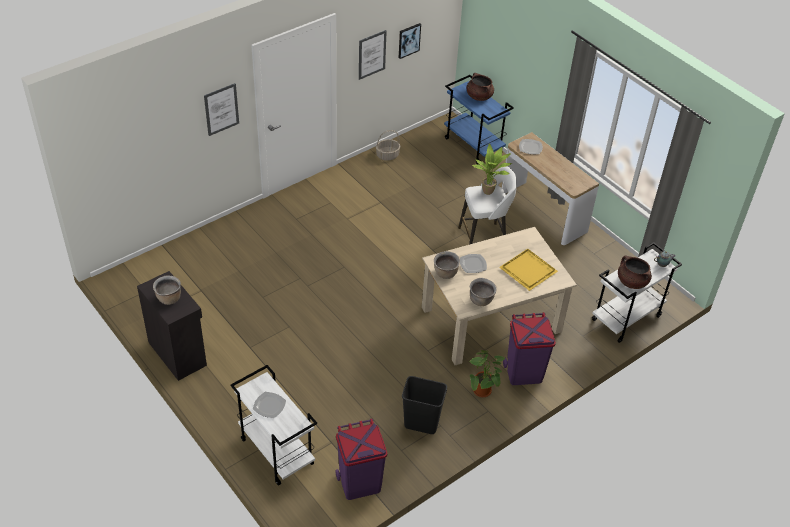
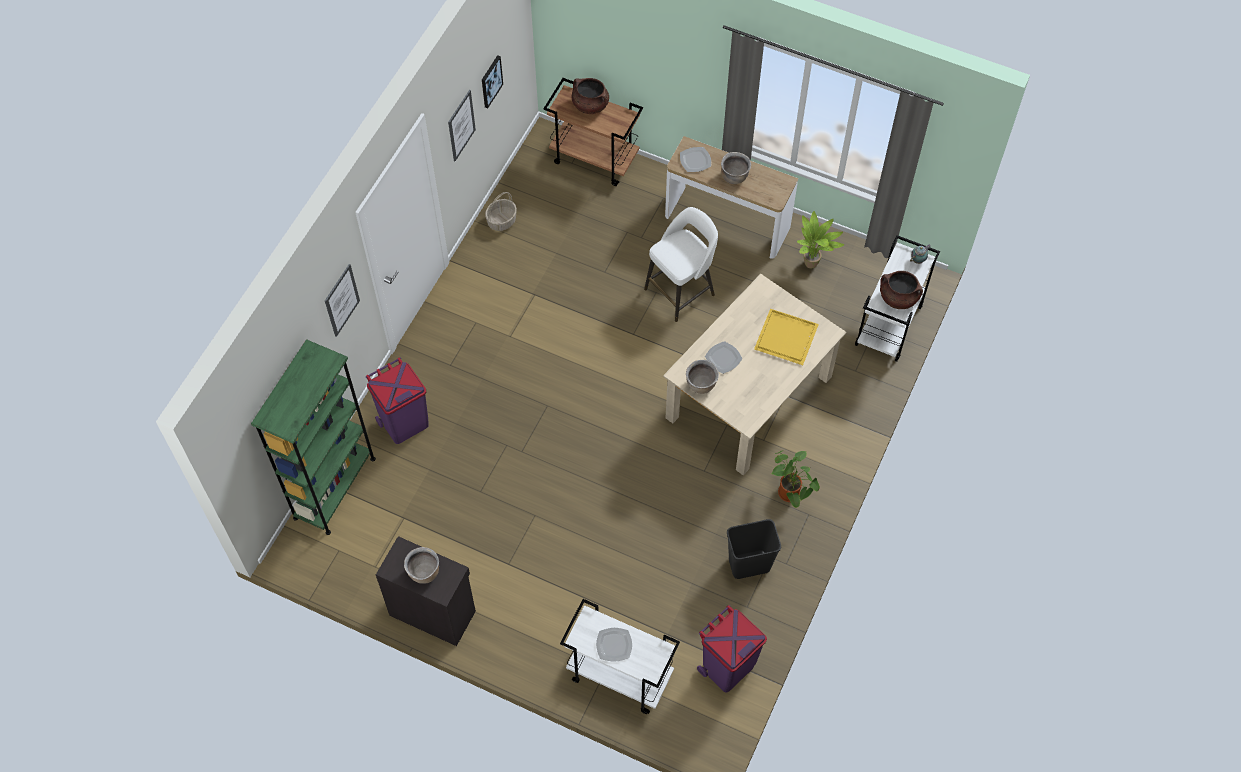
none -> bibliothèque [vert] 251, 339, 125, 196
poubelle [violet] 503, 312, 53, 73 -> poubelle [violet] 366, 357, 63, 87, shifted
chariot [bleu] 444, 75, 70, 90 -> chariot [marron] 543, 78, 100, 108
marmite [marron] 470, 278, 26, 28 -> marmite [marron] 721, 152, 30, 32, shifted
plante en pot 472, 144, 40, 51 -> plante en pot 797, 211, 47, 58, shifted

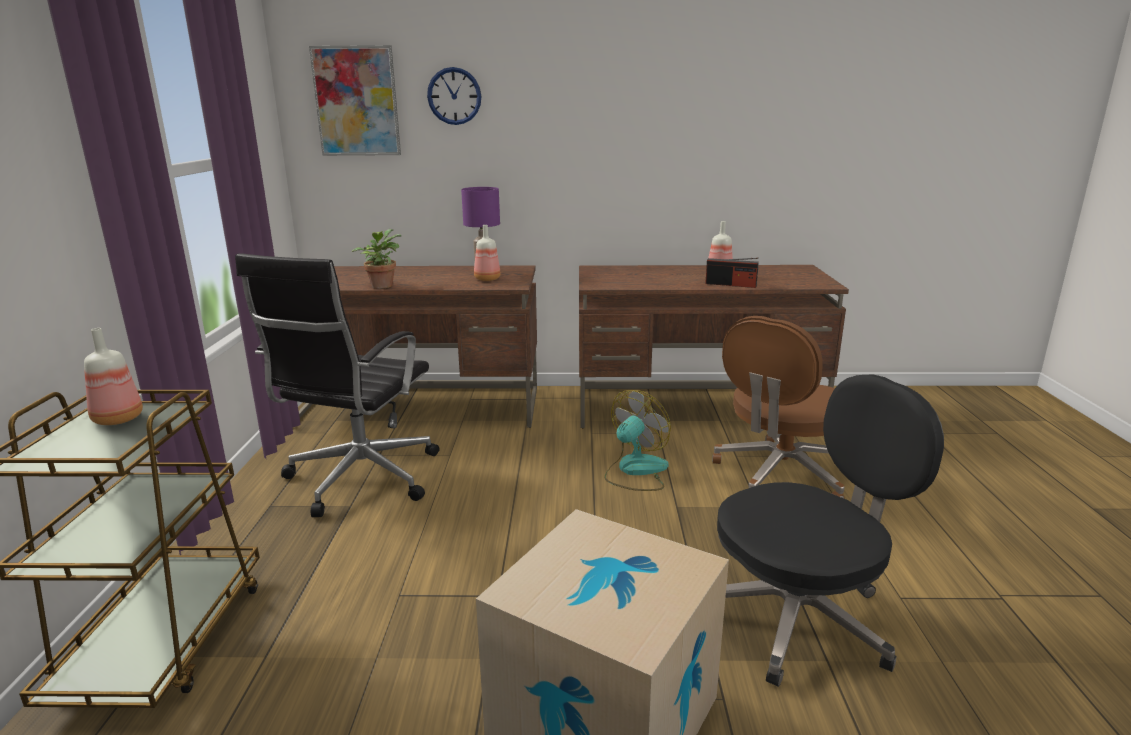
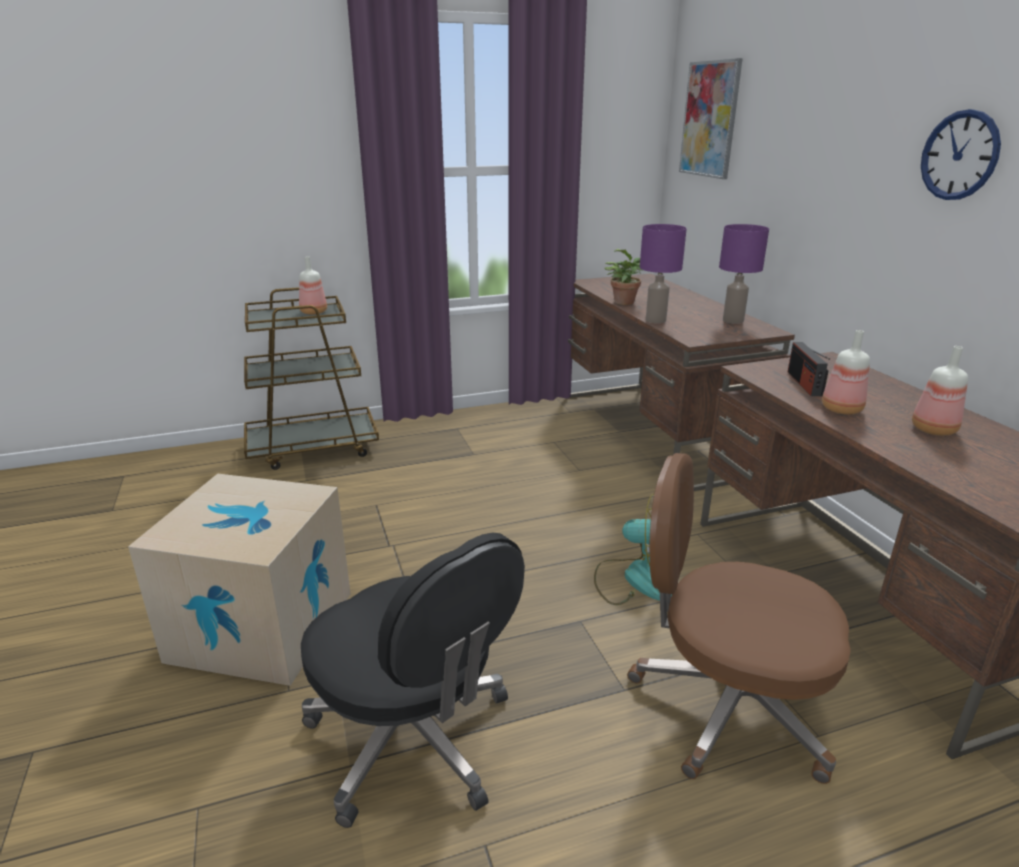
none -> lampe de table [violet] 640, 224, 47, 99
radio 705, 258, 54, 30 -> radio 788, 342, 42, 54, shifted
bouteille 474, 225, 27, 56 -> bouteille 822, 330, 48, 85, shifted
horloge murale 427, 67, 55, 58 -> horloge murale 921, 109, 80, 91, shifted
chaise de bureau [noir] 235, 253, 205, 264 -> none

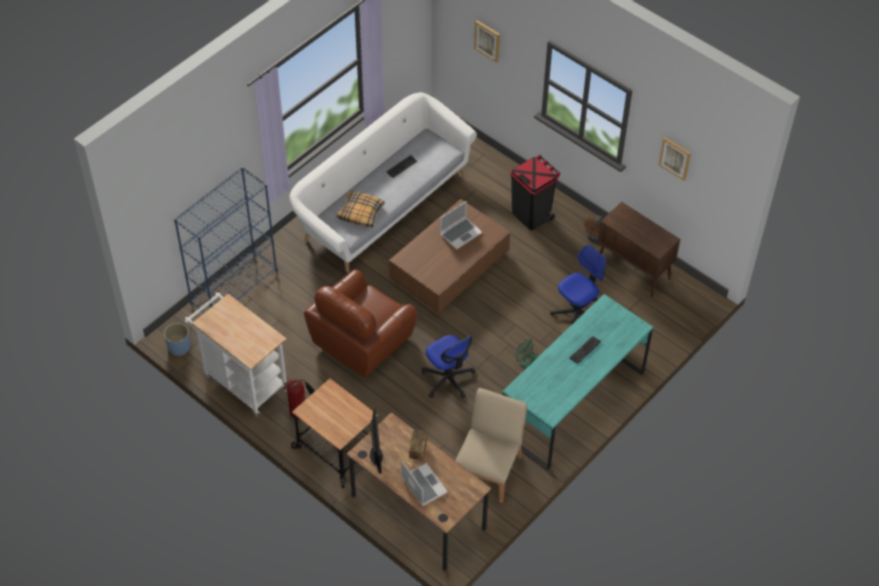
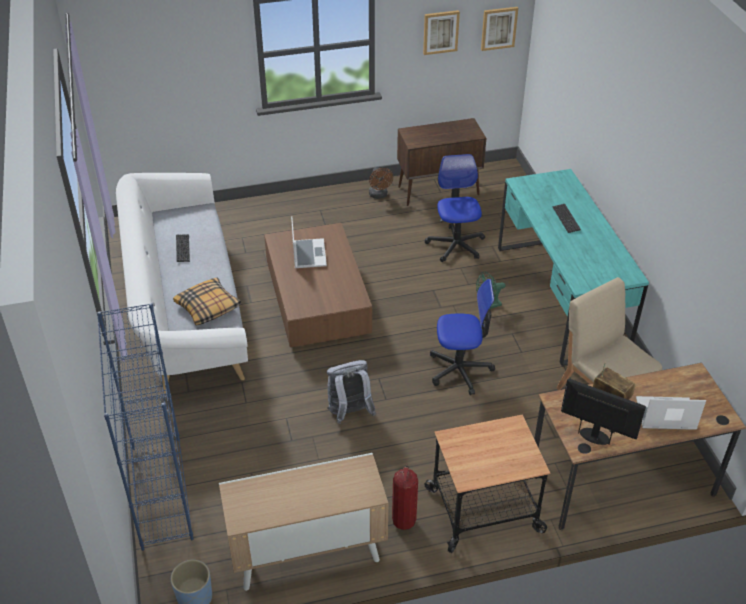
chariot [blanc] 185, 292, 102, 124 -> meuble de rangement 219, 453, 169, 138
fauteuil [marron] 304, 269, 113, 108 -> sac à dos [gris] 327, 360, 49, 64
tableau 474, 20, 26, 42 -> tableau 481, 7, 37, 44, shifted
poubelle [noir] 510, 155, 50, 75 -> none

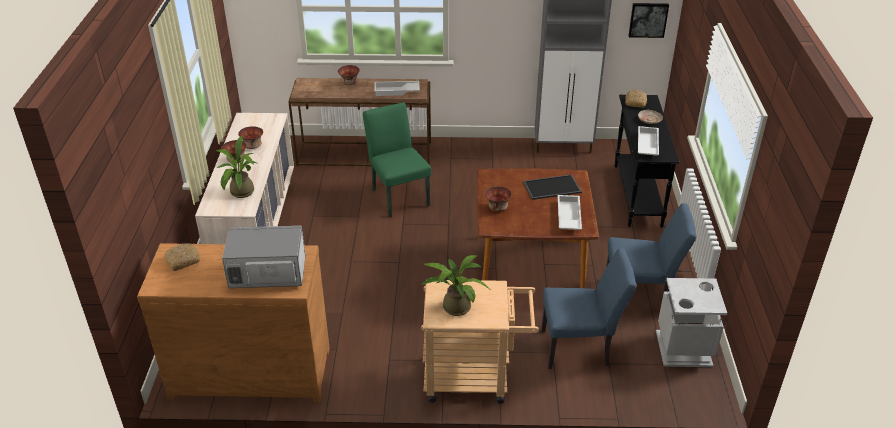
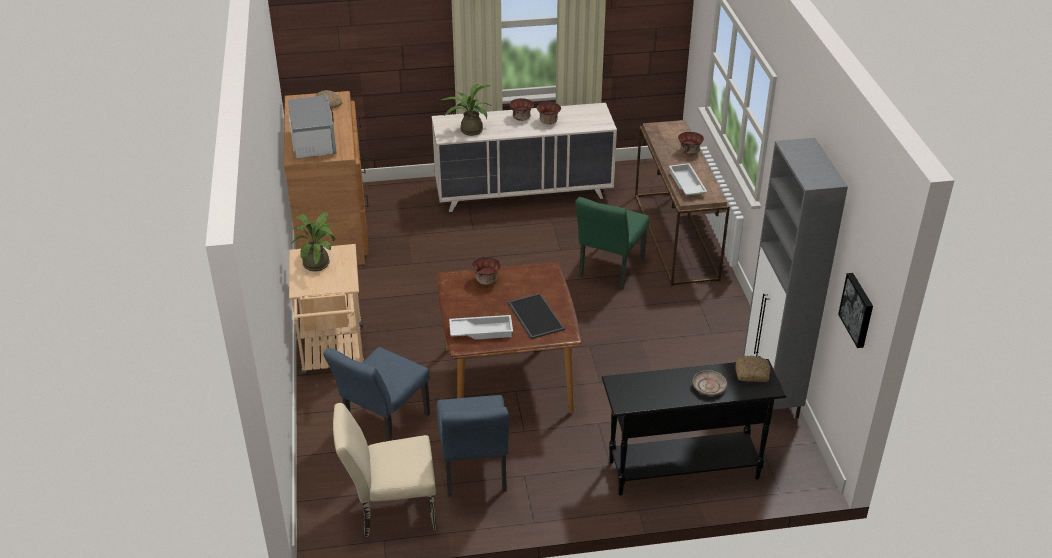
chaise [bleu] 541, 248, 96, 121 -> chaise [bleu] 323, 347, 107, 94, 45 degrees clockwise
poubelle [gris] 656, 278, 71, 89 -> chaise [beige] 333, 403, 104, 134
chaise [vert] 363, 102, 68, 115 -> chaise [vert] 575, 197, 74, 92, 150 degrees clockwise
plateau [blanc] 638, 126, 21, 30 -> none

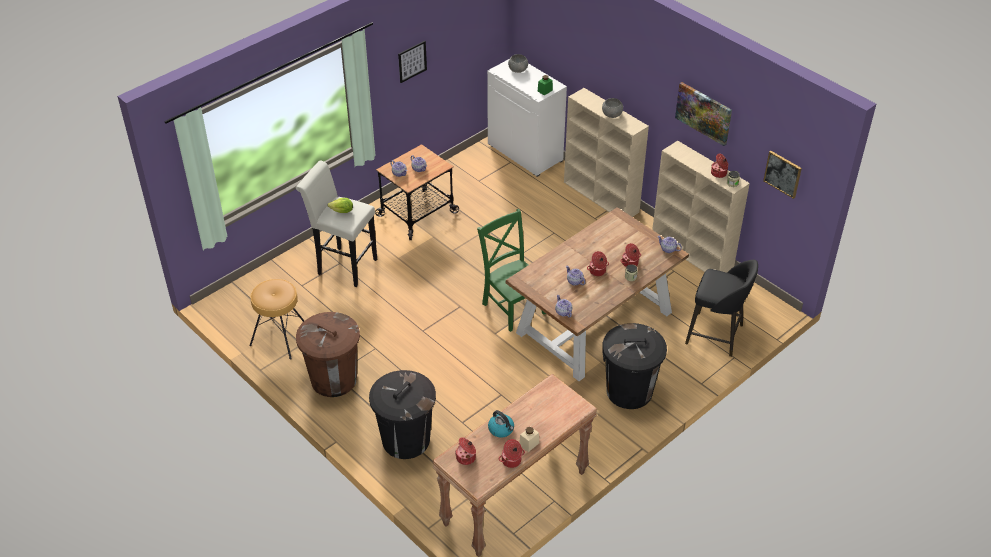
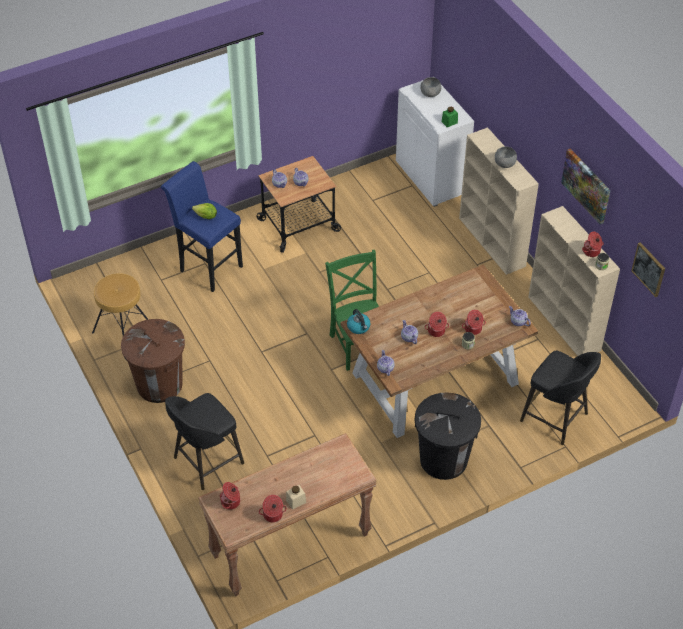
tabouret [blanc] 296, 161, 81, 126 -> tabouret [bleu] 161, 161, 82, 131
poubelle [noir] 369, 370, 67, 89 -> tabouret [noir] 165, 393, 79, 97
bouilloire 488, 410, 26, 28 -> bouilloire 347, 309, 23, 25, shifted
tableau 398, 41, 29, 42 -> none

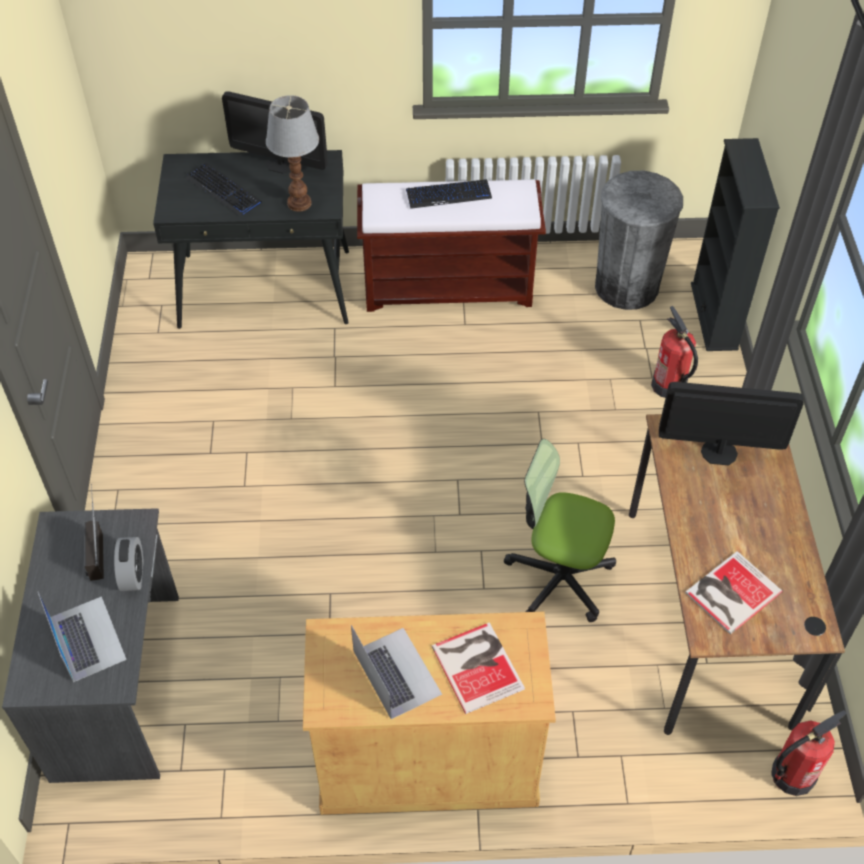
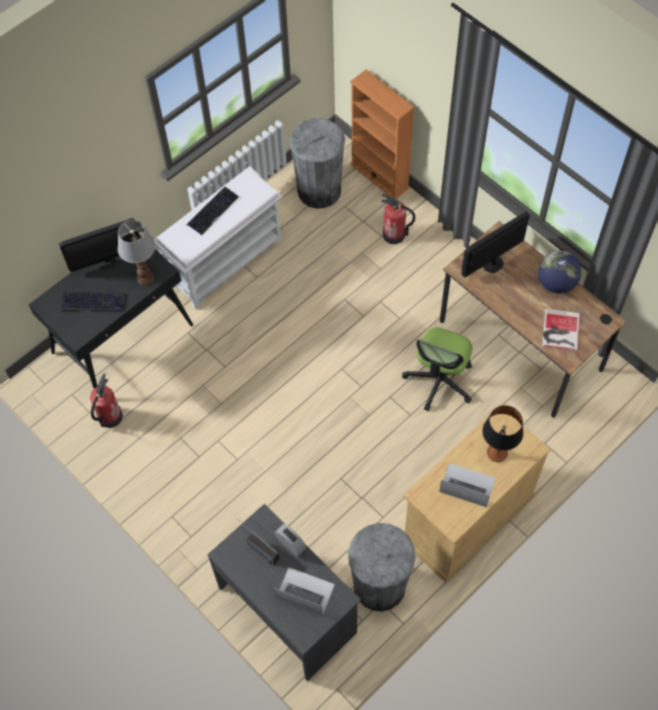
extincteur 771, 710, 76, 86 -> extincteur 90, 373, 33, 55, shifted
banc [marron] 357, 179, 189, 133 -> banc [blanc] 154, 166, 129, 144
none -> poubelle [gris] 348, 523, 68, 88
bibliothèque [noir] 691, 138, 89, 213 -> bibliothèque [orange] 350, 70, 65, 129
chaise de bureau 504, 439, 112, 183 -> chaise de bureau 402, 328, 70, 83, 45 degrees counterclockwise
livre 431, 622, 94, 92 -> lampe de table 483, 405, 40, 57
none -> globe 538, 251, 43, 42

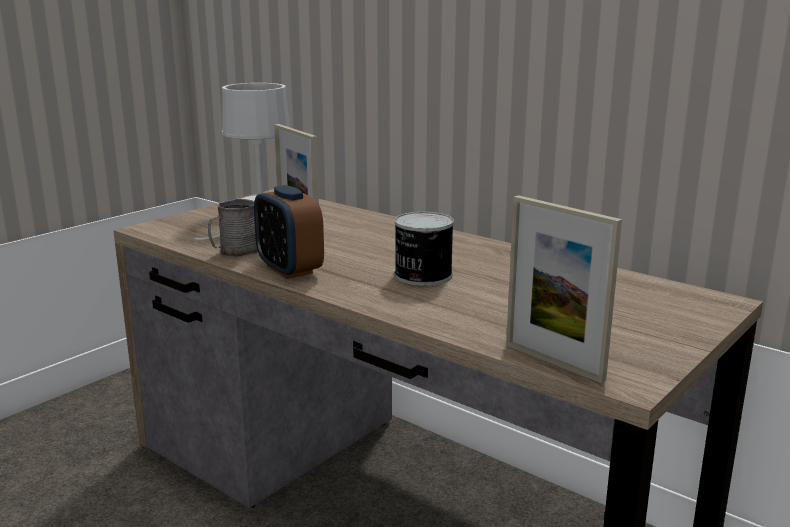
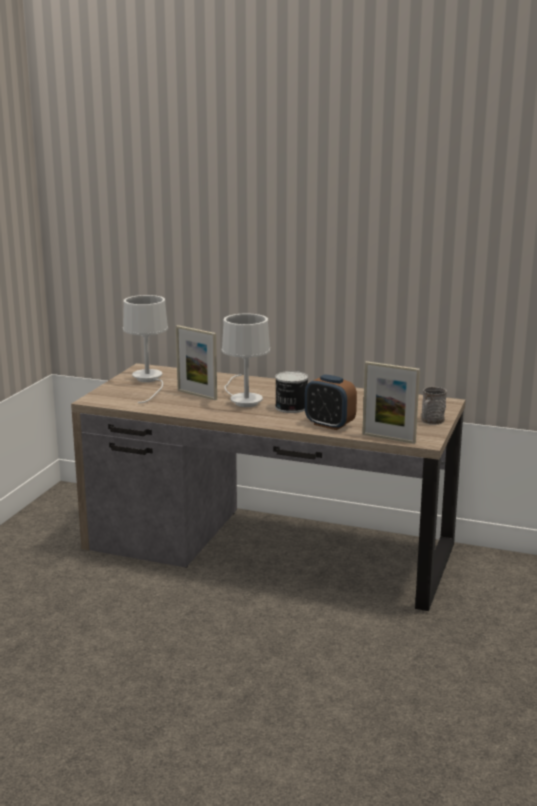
none -> lampe de table [blanc] 222, 313, 48, 94
réveil 254, 185, 70, 94 -> réveil 305, 374, 52, 56, shifted
mug [gris] 208, 199, 50, 59 -> mug [gris] 421, 387, 26, 38, shifted

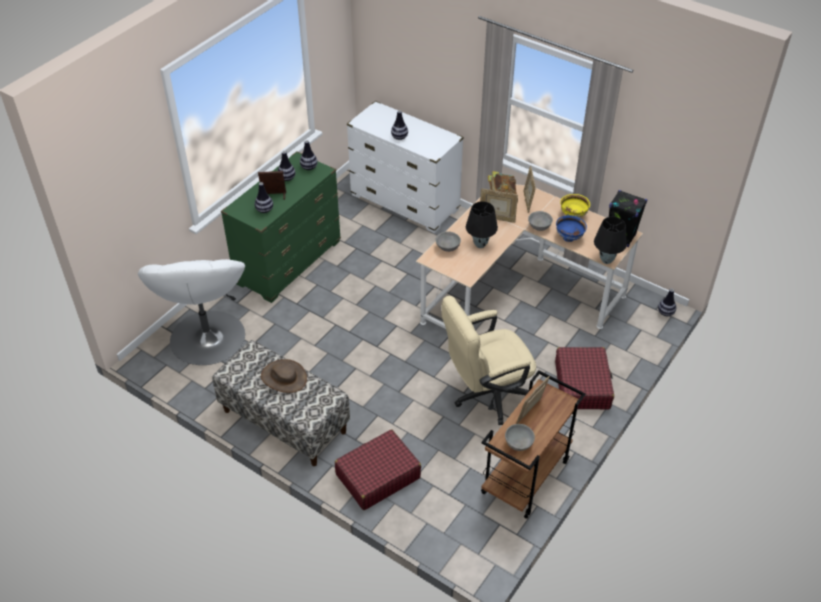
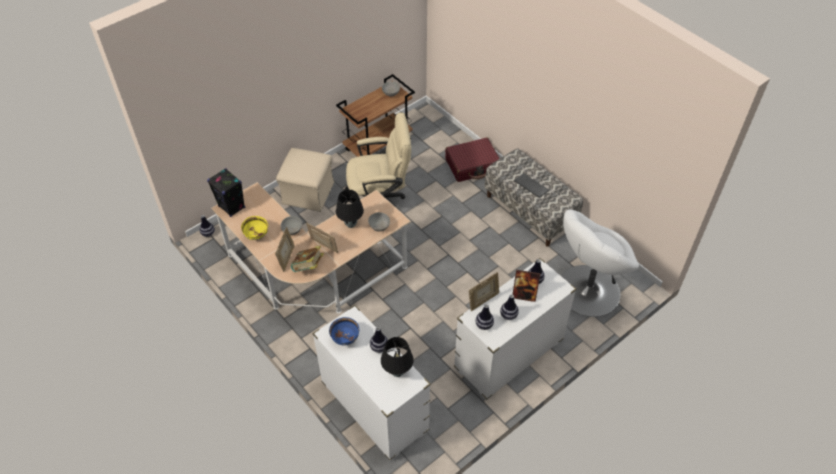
valise [rouge] 555, 347, 59, 63 -> pouf [beige] 276, 148, 58, 64
bol [bleu] 556, 215, 31, 27 -> bol [bleu] 329, 317, 30, 28, shifted
lampe de table [noir] 594, 217, 33, 47 -> lampe de table [noir] 381, 337, 32, 40, shifted
commode [vert] 221, 151, 120, 152 -> commode [blanc] 454, 258, 122, 142
cadre photo 516, 376, 34, 48 -> cadre photo 469, 272, 30, 39, shifted
chapeau [marron] 261, 359, 46, 34 -> clavier 514, 173, 35, 25
fauteuil [blanc] 138, 259, 107, 106 -> fauteuil [blanc] 561, 209, 78, 108, 135 degrees counterclockwise

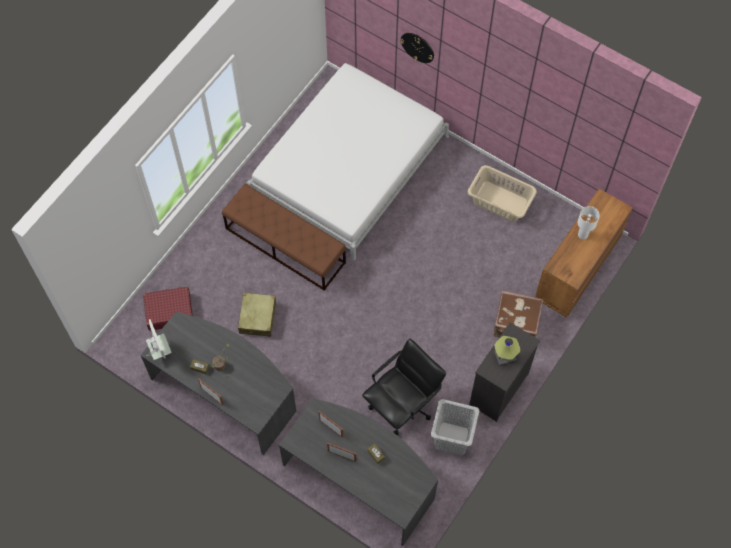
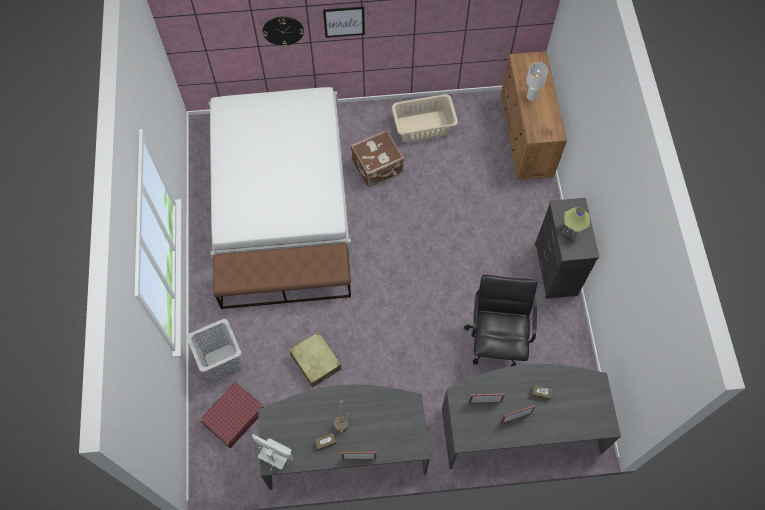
panier à linge [gris] 431, 399, 48, 56 -> panier à linge [gris] 187, 319, 55, 62, shifted
none -> tableau 323, 6, 42, 32
valise [marron] 493, 291, 50, 46 -> valise [marron] 351, 130, 53, 57, shifted

